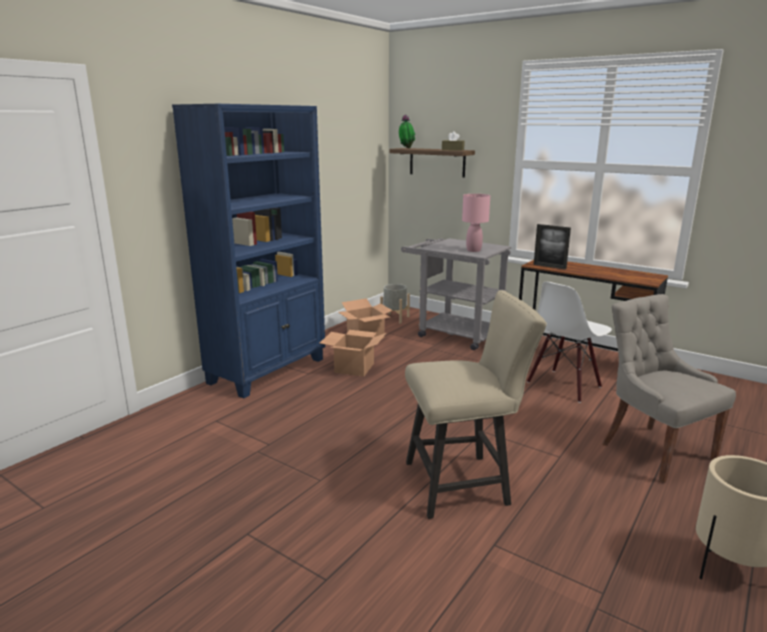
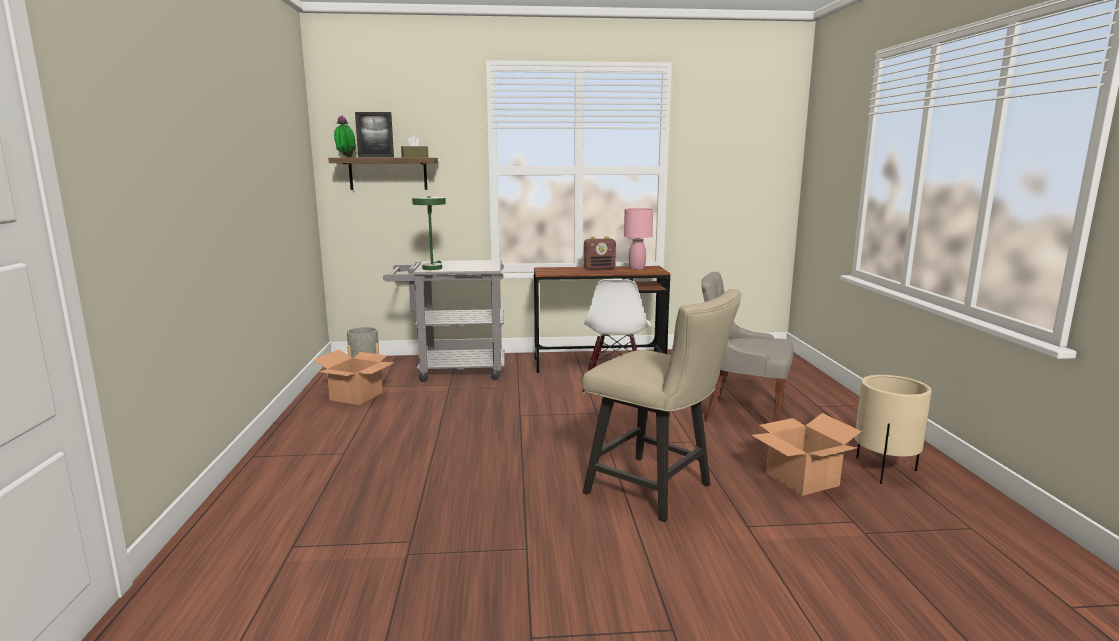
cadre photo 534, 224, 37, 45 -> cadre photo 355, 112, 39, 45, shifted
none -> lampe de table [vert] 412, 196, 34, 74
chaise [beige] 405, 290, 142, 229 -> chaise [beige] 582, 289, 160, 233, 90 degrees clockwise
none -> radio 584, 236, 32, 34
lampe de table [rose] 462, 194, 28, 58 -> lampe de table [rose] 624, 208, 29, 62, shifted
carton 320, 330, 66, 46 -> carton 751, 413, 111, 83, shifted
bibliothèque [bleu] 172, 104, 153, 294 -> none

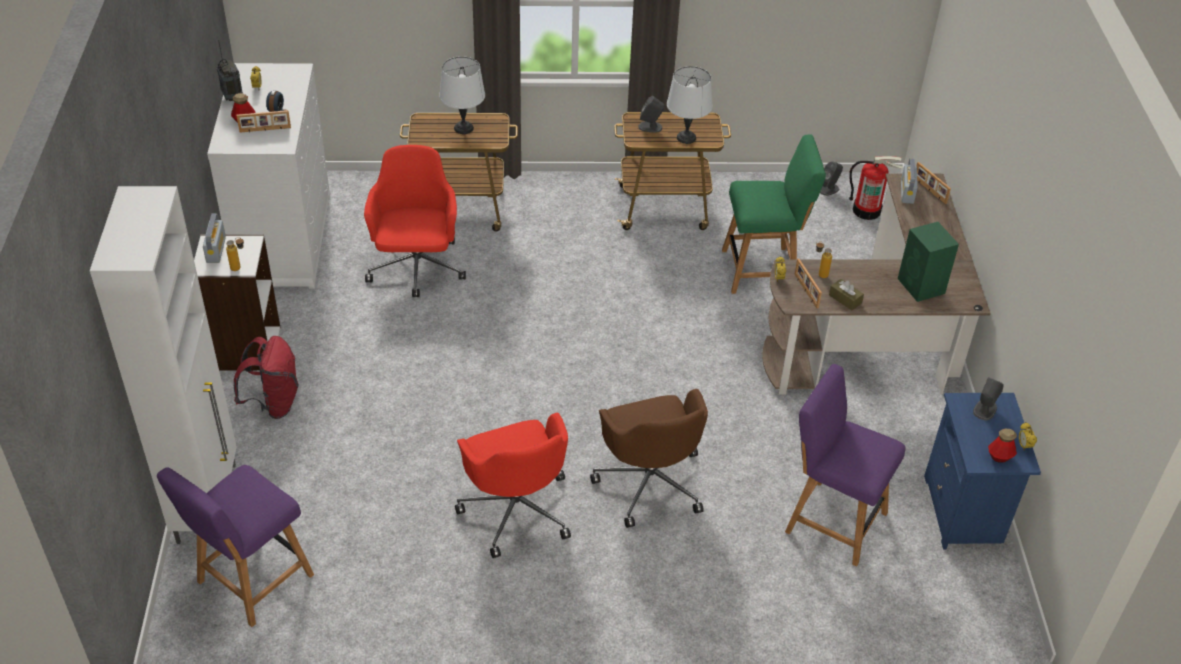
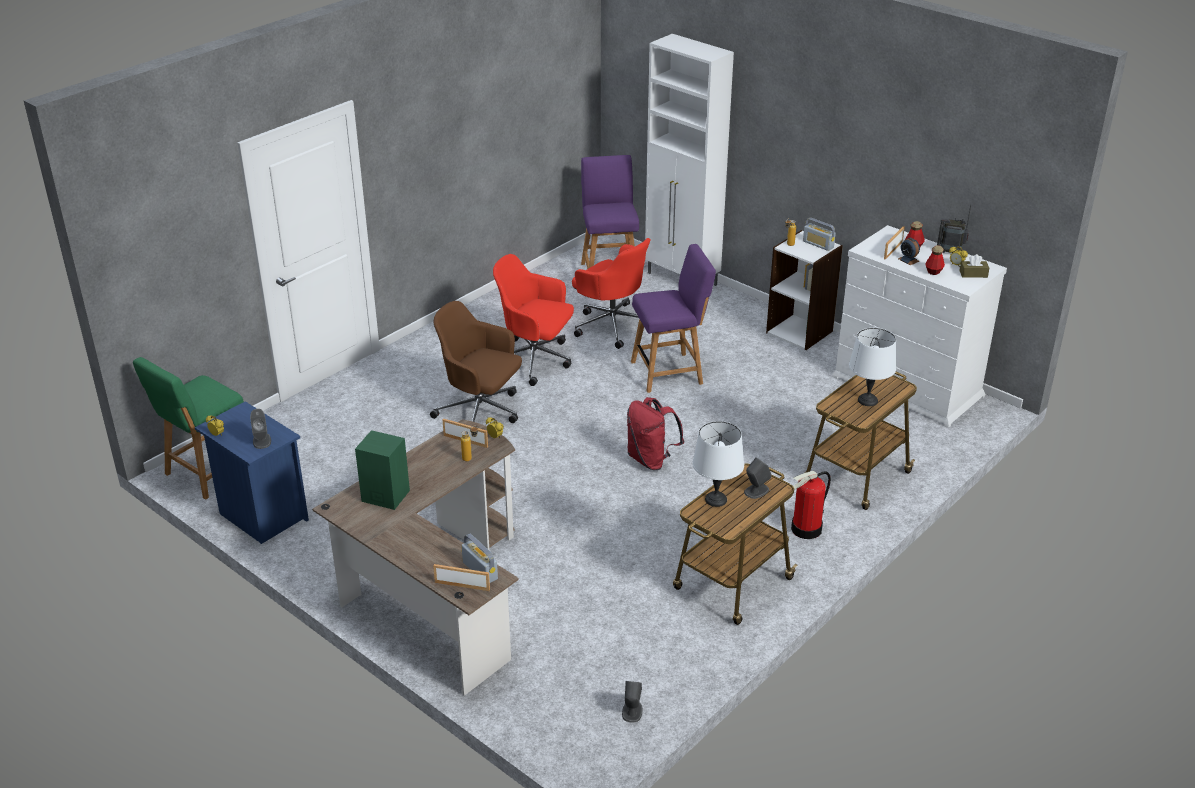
chaise [vert] 722, 135, 104, 159 -> chaise [vert] 133, 357, 111, 143, shifted
chaise de bureau [rouge] 364, 145, 102, 152 -> chaise de bureau [rouge] 572, 238, 79, 111, shifted
sac à dos [rouge] 234, 336, 65, 83 -> sac à dos [rouge] 627, 397, 57, 73, shifted
chaise [violet] 785, 364, 121, 203 -> chaise [violet] 631, 244, 85, 149, shifted
extincteur 849, 156, 54, 64 -> extincteur 791, 470, 40, 69, shifted
bouteille 988, 429, 29, 34 -> bouteille 925, 245, 20, 30, shifted
boîte à mouchoirs [marron] 829, 279, 35, 31 -> boîte à mouchoirs [marron] 959, 254, 30, 24, shifted

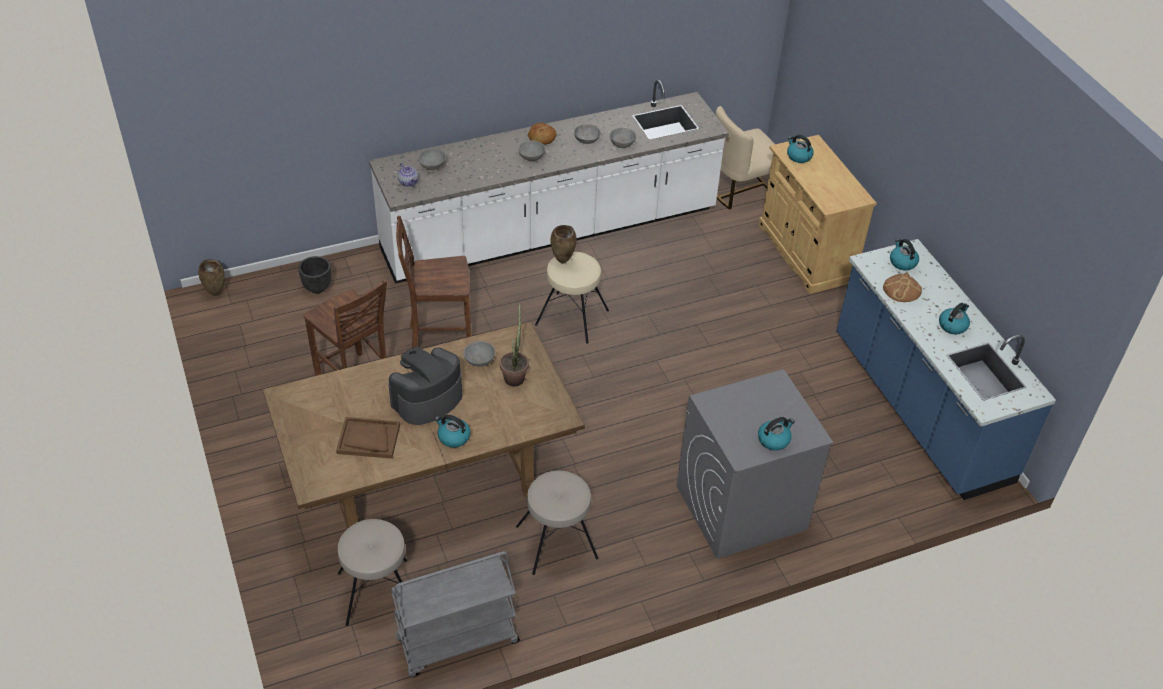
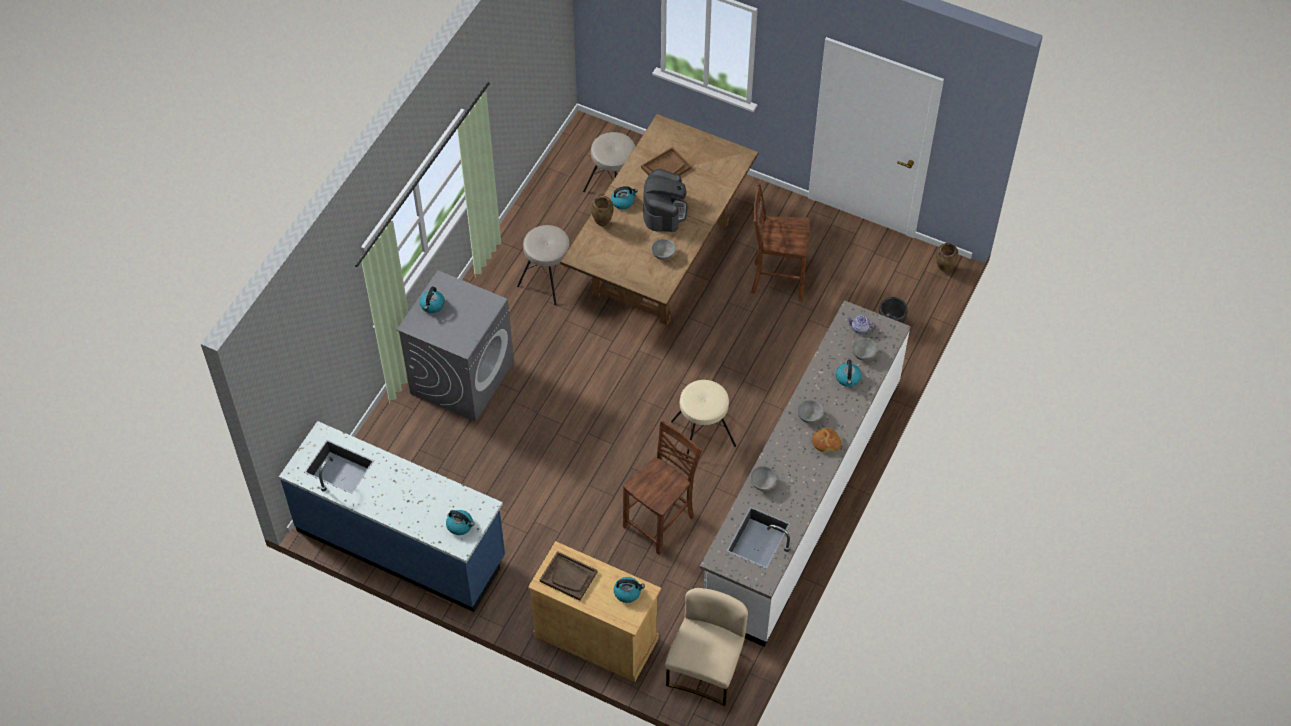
none -> plateau [marron] 540, 551, 58, 50
vase [marron] 550, 225, 27, 39 -> vase [marron] 591, 196, 22, 30, shifted
chaise [marron] 396, 216, 75, 132 -> chaise [marron] 623, 420, 79, 135, shifted
bouilloire 939, 303, 31, 32 -> bouilloire 836, 360, 25, 27, shifted
chariot [gris] 391, 551, 129, 126 -> none
plante en pot 500, 301, 29, 86 -> none
bol [gris] 574, 124, 27, 20 -> none
pain 883, 273, 39, 29 -> none

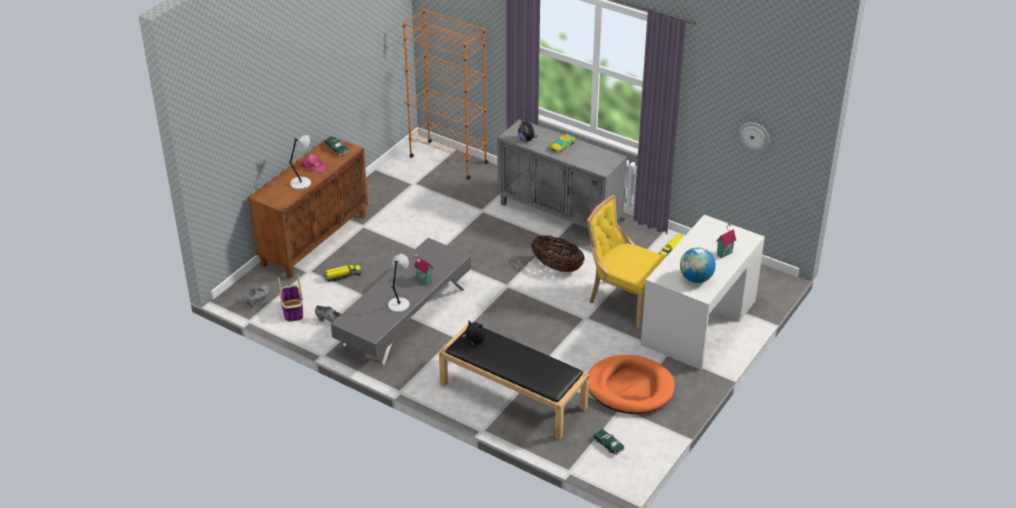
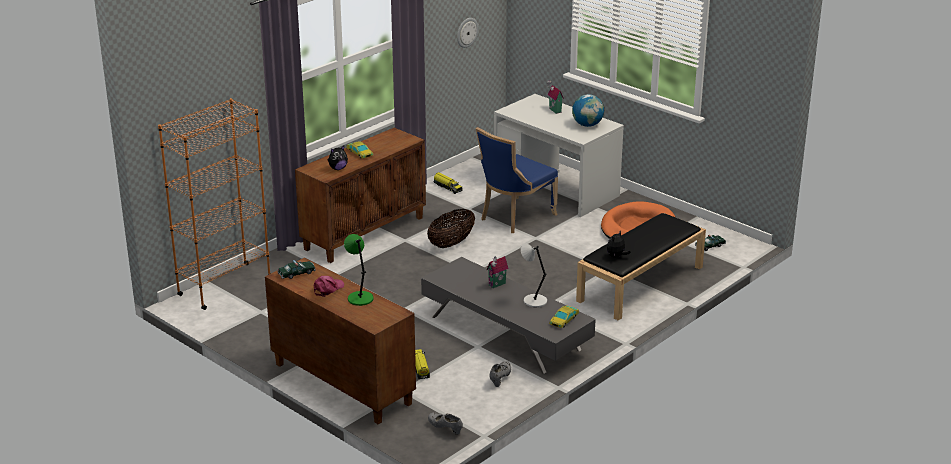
meuble de rangement [gris] 497, 119, 130, 109 -> meuble de rangement [marron] 295, 128, 131, 135
lampe de table [gris] 289, 135, 22, 55 -> lampe de table [vert] 344, 234, 30, 72
chaise [jaune] 587, 195, 79, 133 -> chaise [bleu] 475, 127, 83, 106
none -> petite voiture 549, 305, 30, 23
panier 278, 274, 25, 48 -> none

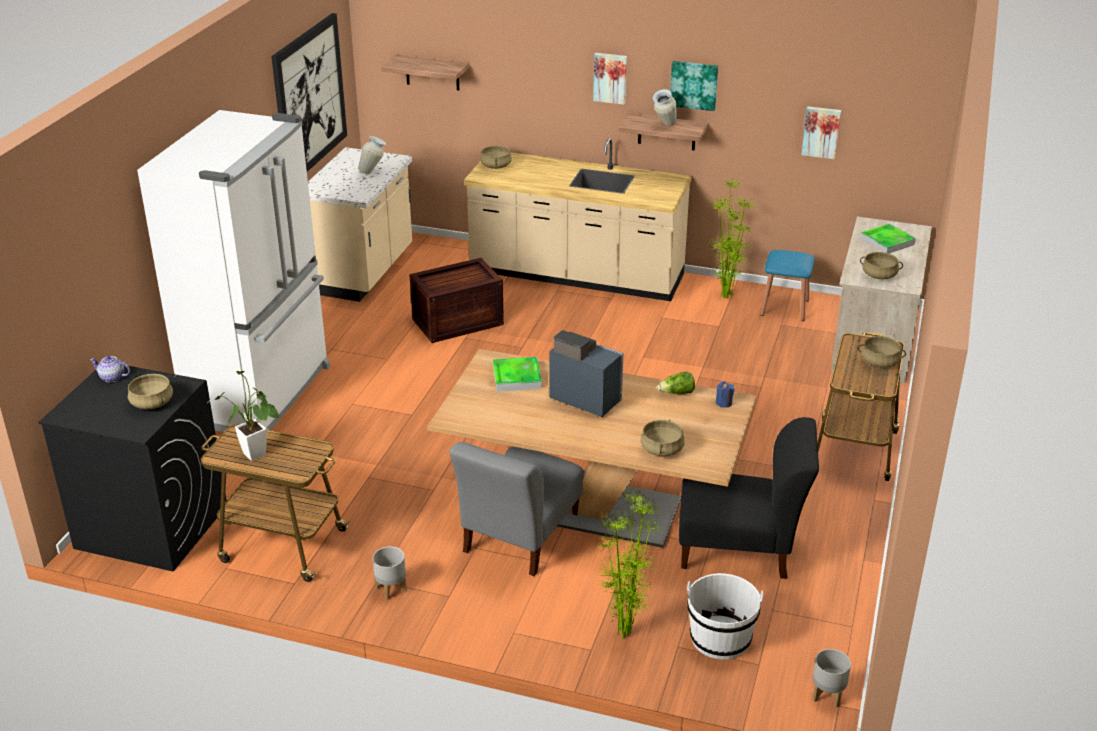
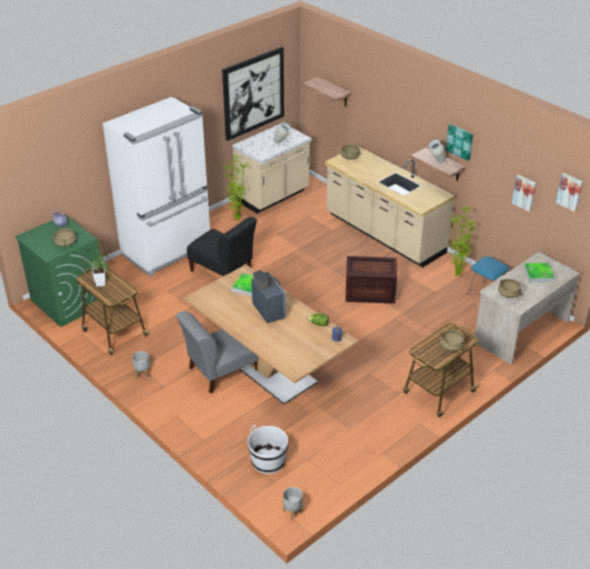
lave-linge [noir] 38, 365, 189, 207 -> lave-linge [vert] 15, 215, 89, 112
chaise [noir] 679, 417, 140, 162 -> chaise [noir] 187, 217, 70, 59, shifted
plante en pot 597, 488, 66, 151 -> plante en pot 222, 154, 28, 66, shifted
caisse 409, 258, 95, 85 -> caisse 345, 256, 52, 48, shifted
tableau 593, 53, 34, 52 -> tableau 556, 173, 27, 39, shifted
marmite [beige] 640, 420, 45, 36 -> none

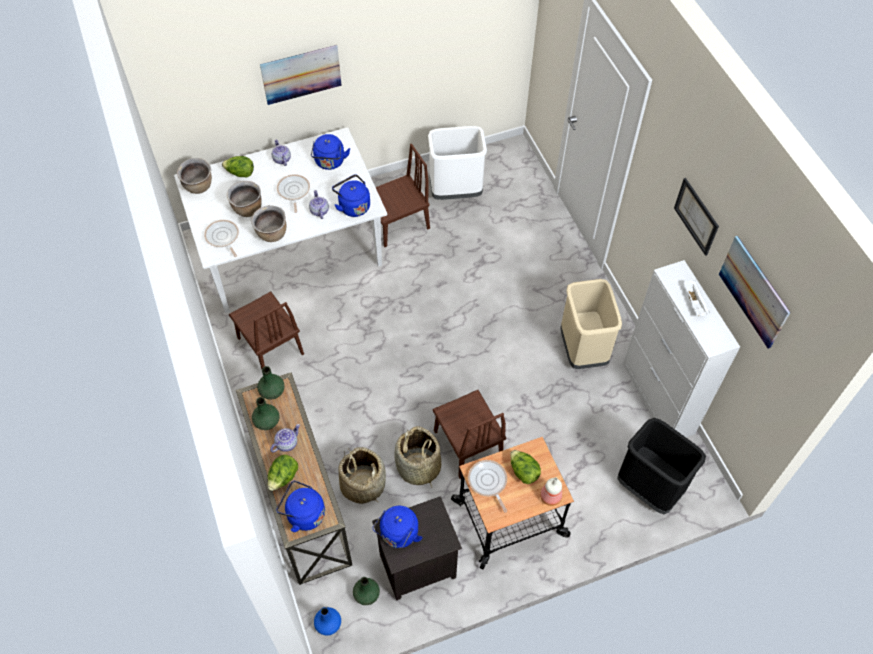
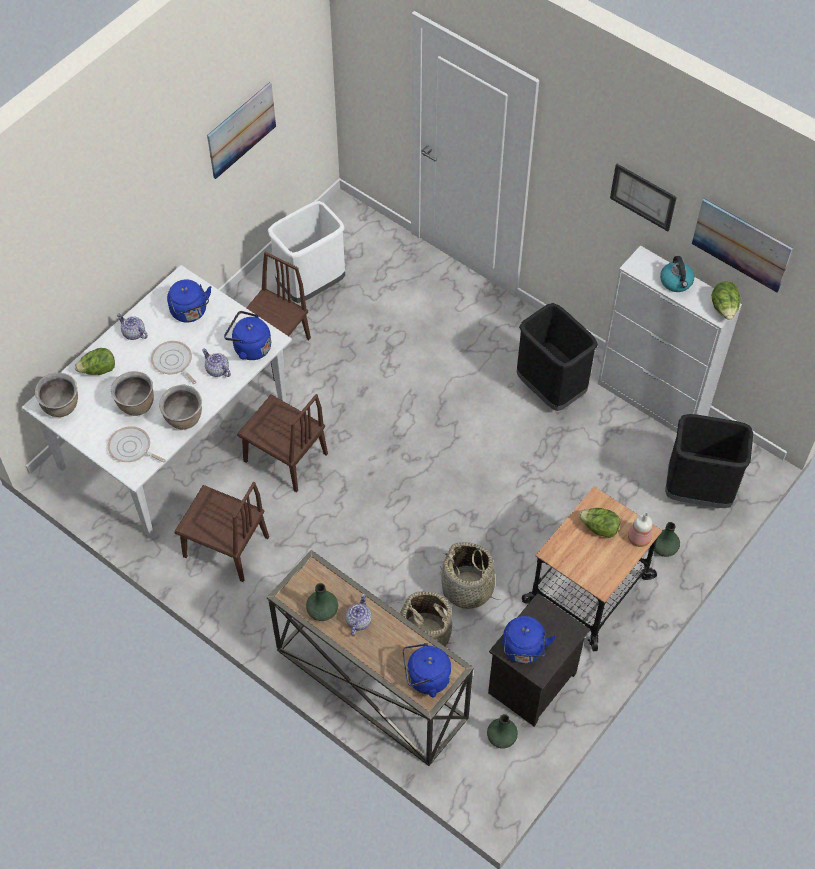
tableau 260, 45, 82, 60 -> tableau 207, 82, 69, 97, shifted
chaise [marron] 433, 390, 73, 89 -> chaise [marron] 237, 394, 91, 98, shifted
poubelle [beige] 561, 279, 61, 90 -> poubelle [noir] 517, 303, 81, 108
vase [vert] 257, 366, 28, 33 -> vase [vert] 654, 522, 26, 35, shifted
plateau [blanc] 684, 280, 26, 37 -> bouilloire 660, 256, 34, 36
laitue 267, 454, 31, 37 -> laitue 712, 281, 28, 39, shifted
vase [bleu] 314, 607, 27, 29 -> none
poêle 468, 460, 39, 53 -> none

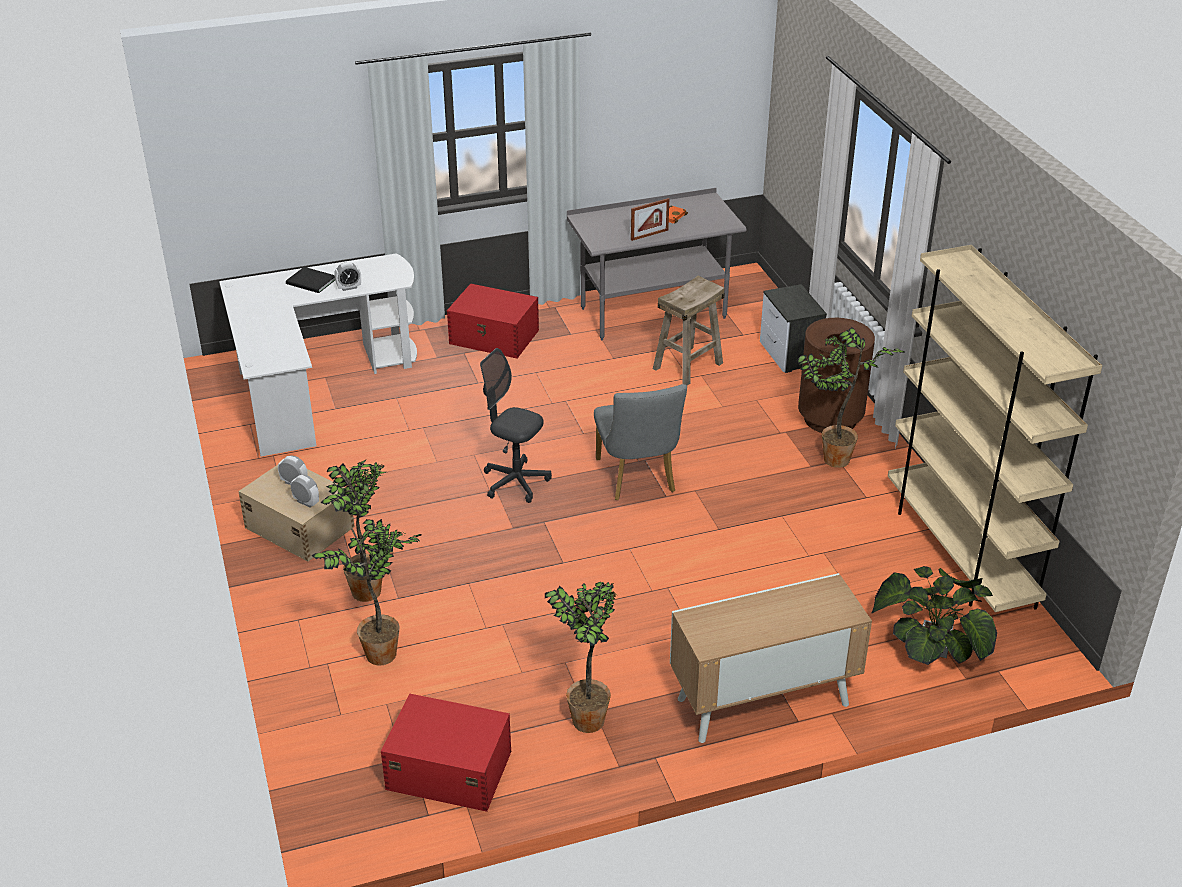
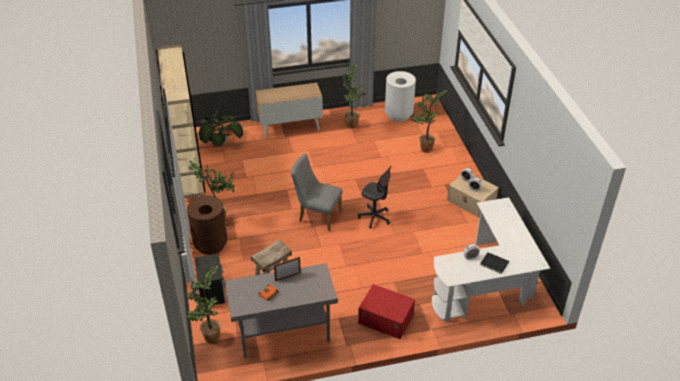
plante en pot 321, 460, 65, 142 -> plante en pot 186, 264, 34, 80, shifted
chaise [gris] 594, 384, 93, 116 -> chaise [gris] 291, 154, 52, 77, 60 degrees counterclockwise
boîte de rangement [rouge] 381, 693, 130, 119 -> poubelle [blanc] 385, 71, 31, 51

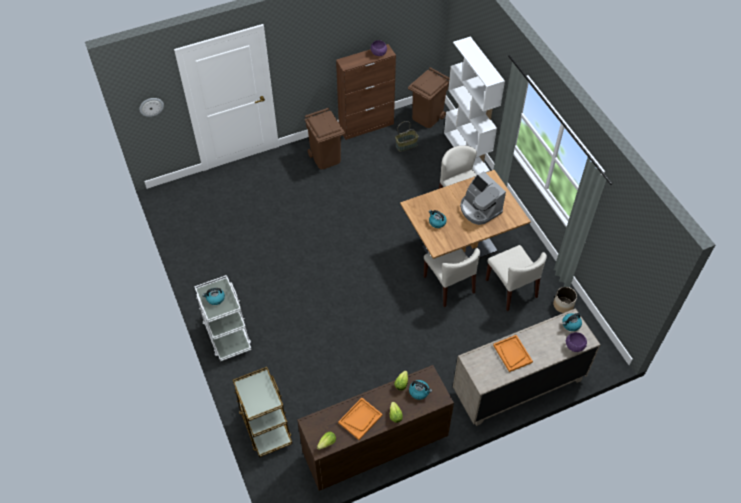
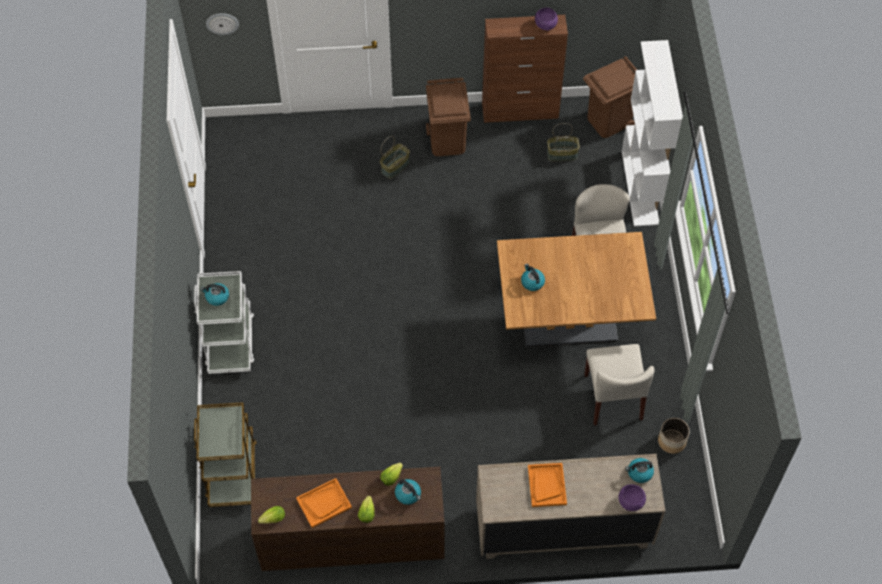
none -> panier 380, 136, 30, 43
chaise [beige] 424, 248, 56, 59 -> none
machine à café 460, 171, 46, 54 -> none

